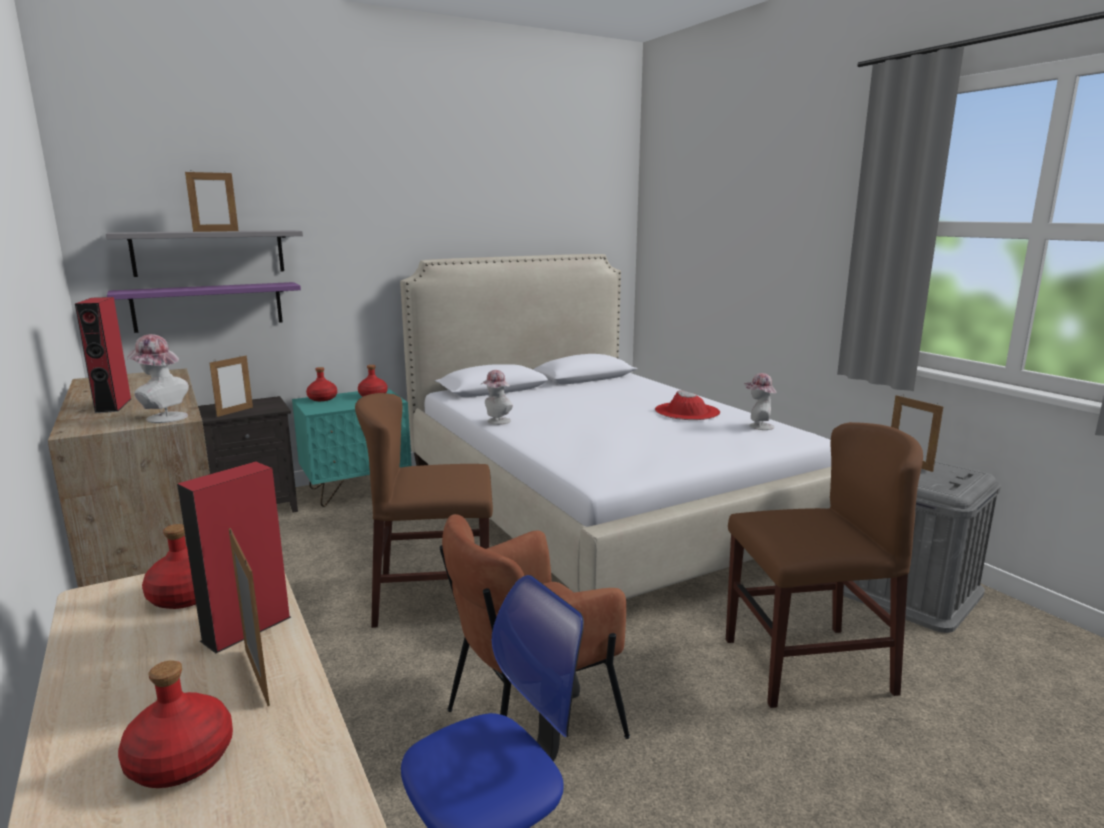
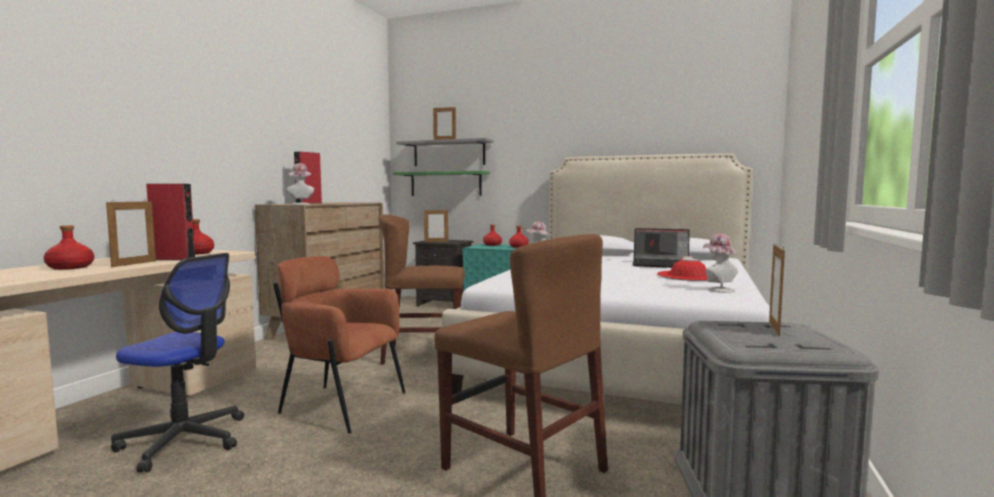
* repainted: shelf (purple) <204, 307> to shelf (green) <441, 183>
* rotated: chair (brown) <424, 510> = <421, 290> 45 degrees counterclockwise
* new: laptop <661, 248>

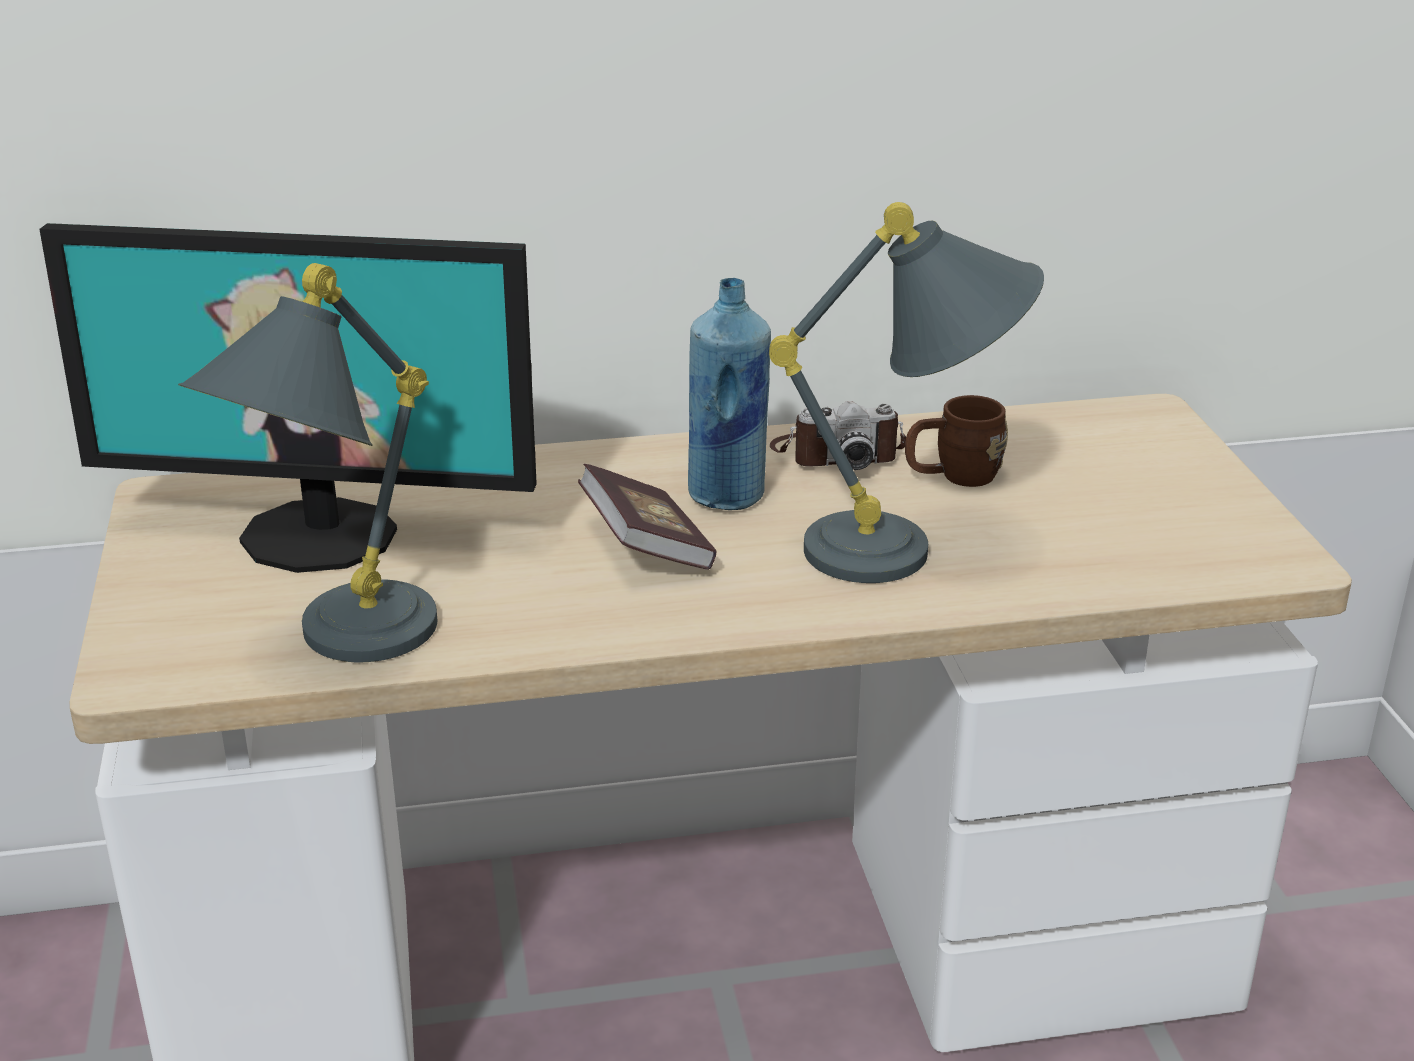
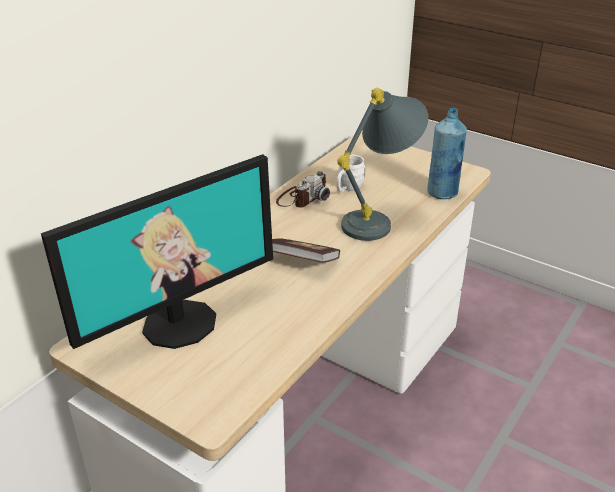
* gone: table lamp (grey) <307, 462>
* shifted: bottle (blue) <729, 394> to <447, 153>
* repainted: mug (brown) <956, 441> to mug (white) <351, 173>

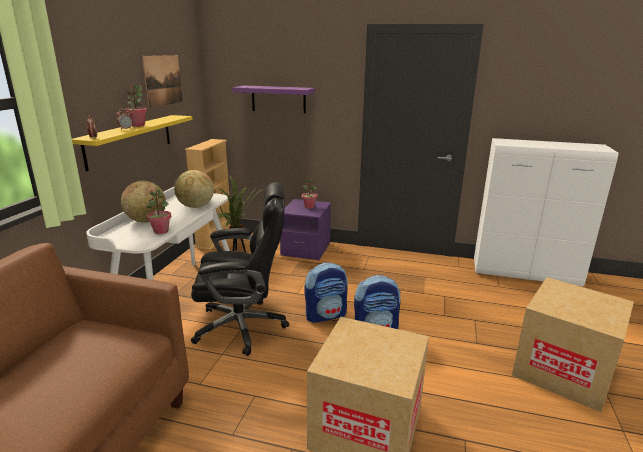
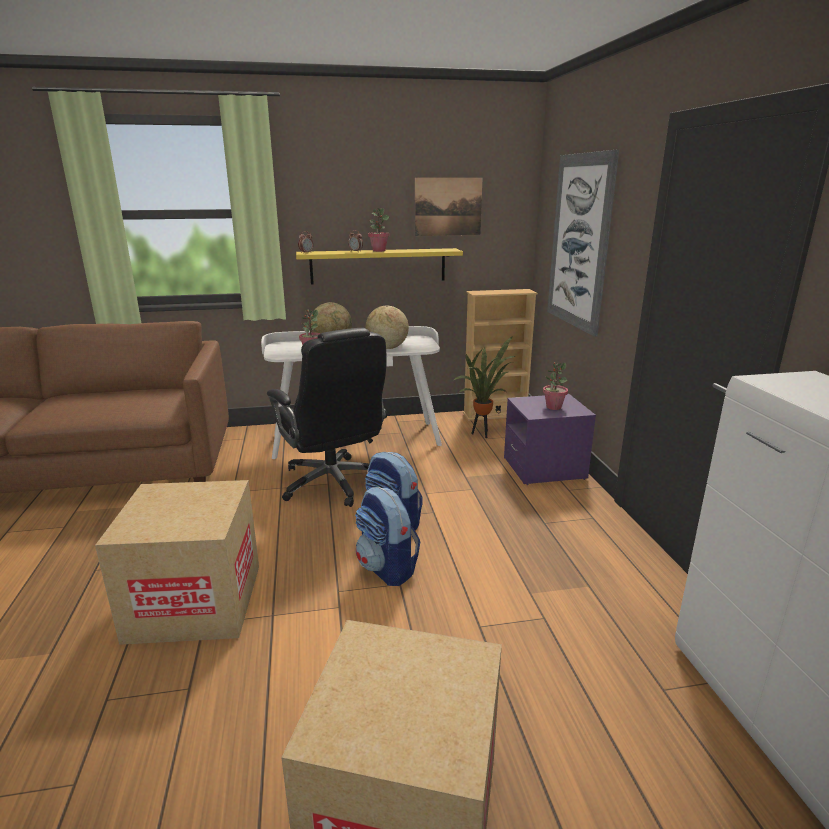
* swapped: shelf (purple) <273, 99> to picture <583, 243>

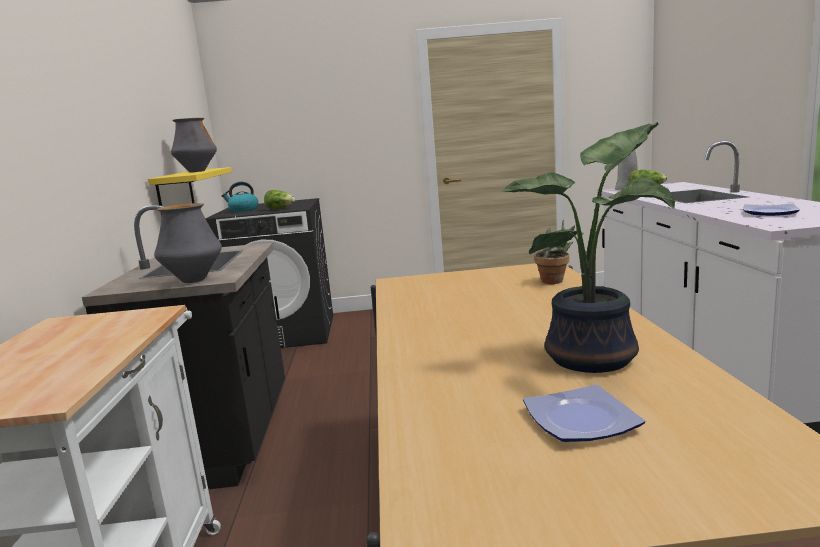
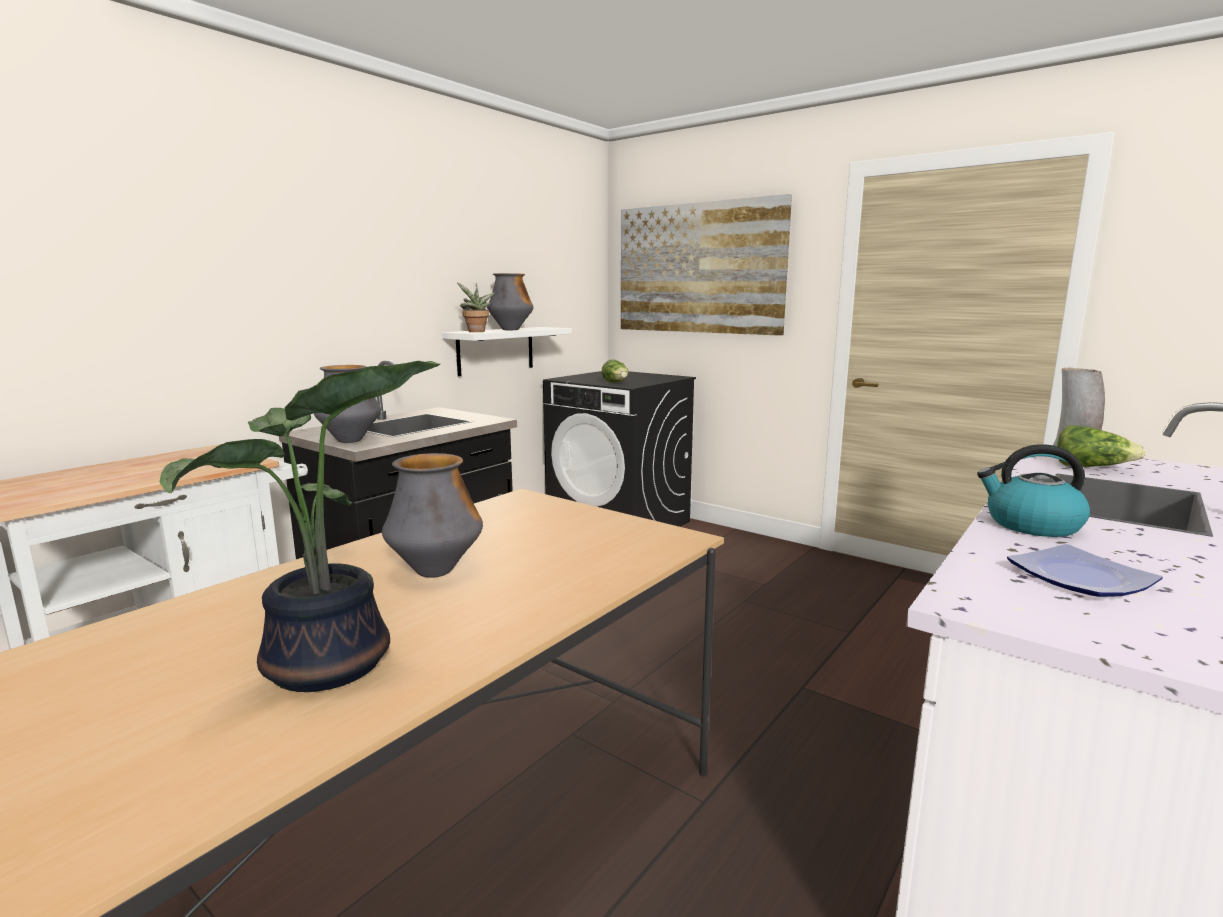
* repainted: shelf (yellow) <190, 192> to shelf (white) <507, 351>
* shifted: kettle <240, 197> to <1033, 490>
* gone: plate <584, 413>
* shifted: potted plant <555, 252> to <476, 307>
* new: vase <432, 515>
* new: picture <706, 265>

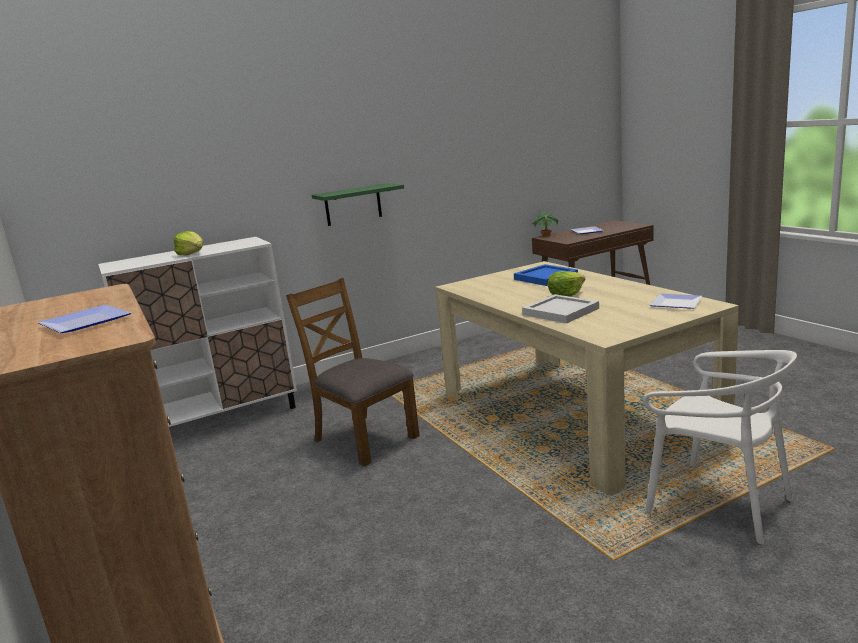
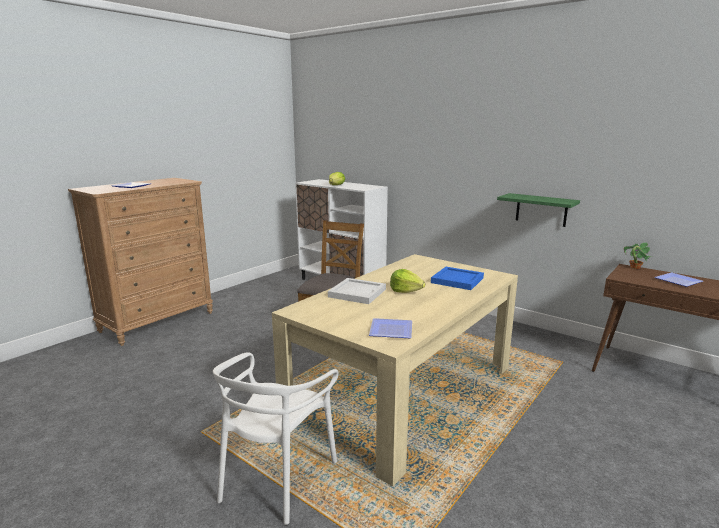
* shifted: shelf (green) <358, 204> to <538, 210>

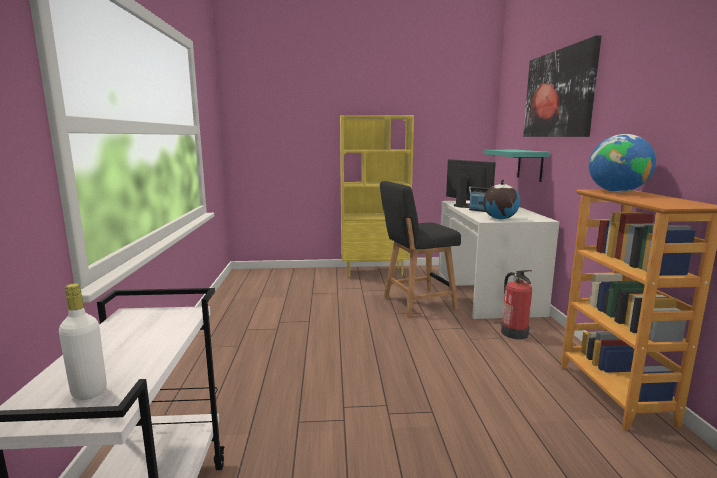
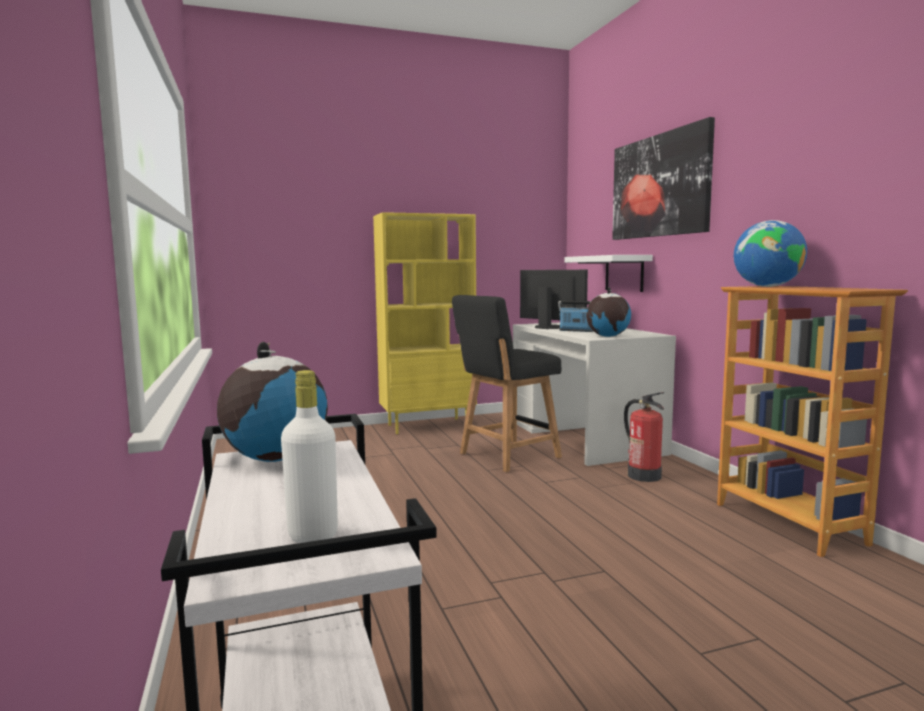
* repainted: shelf (turquoise) <517, 166> to shelf (white) <609, 273>
* new: globe <272, 402>

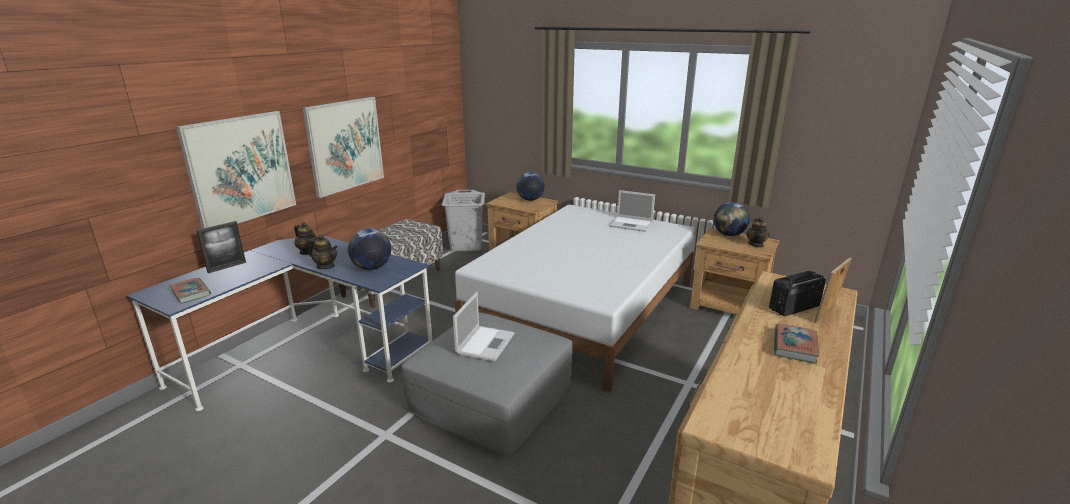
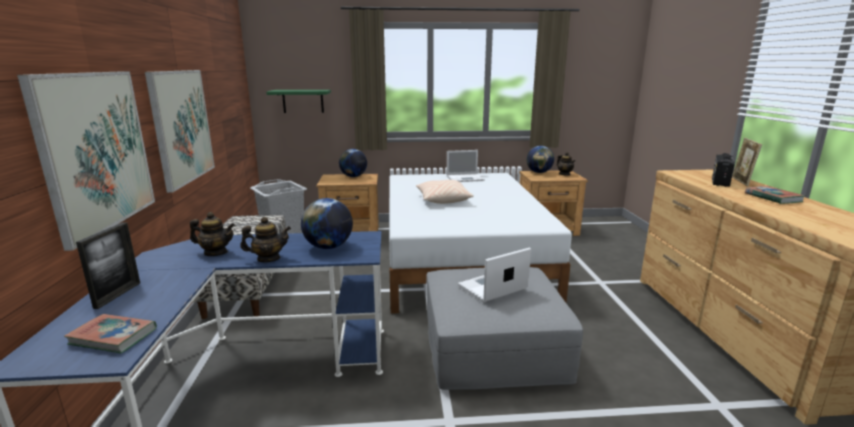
* rotated: laptop <484, 327> = <494, 275> 105 degrees counterclockwise
* new: shelf (green) <298, 101>
* new: pillow (beige) <445, 192>

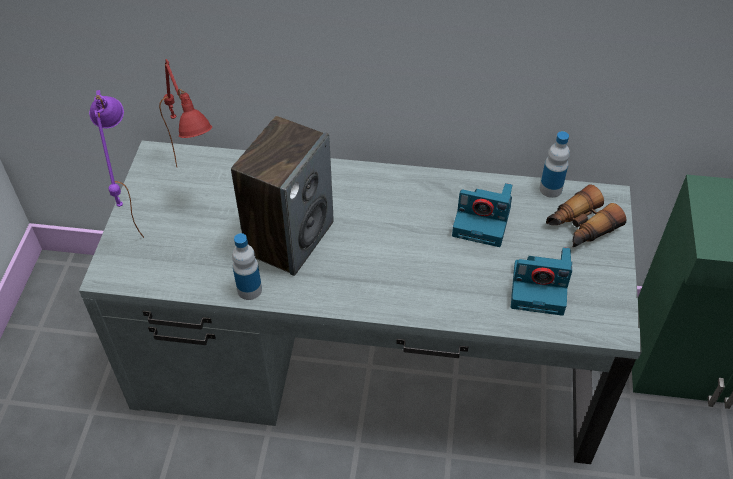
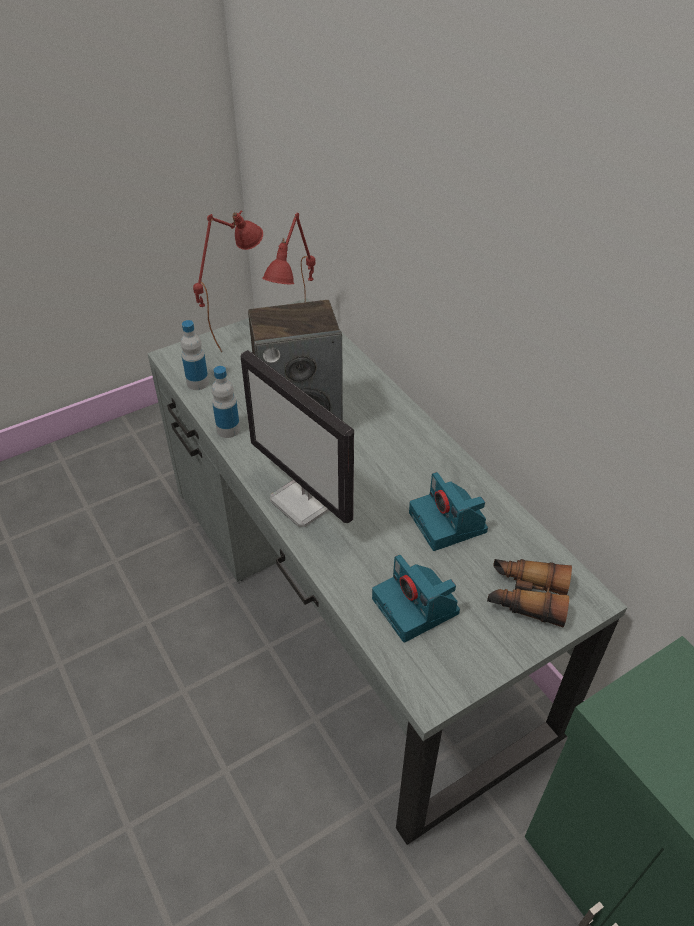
* repainted: table lamp (purple) <116, 164> to table lamp (red) <228, 281>
* shifted: bottle <555, 164> to <195, 355>
* new: monitor <297, 438>

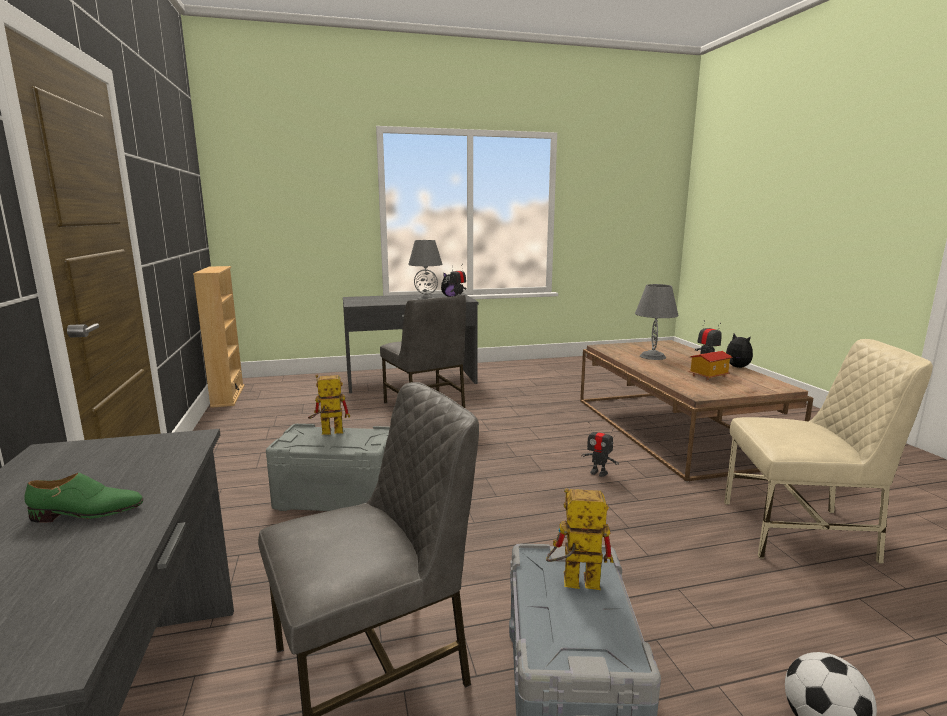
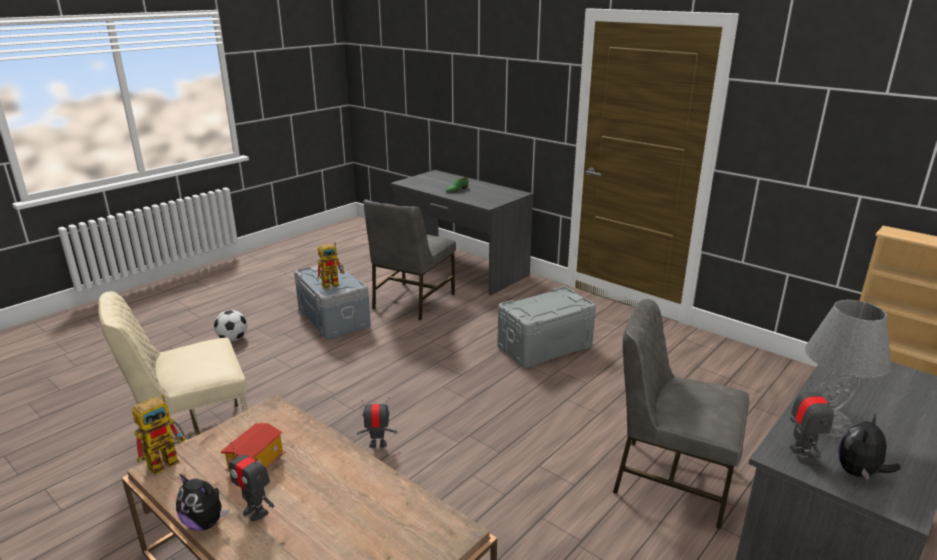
* shifted: toy robot <329, 405> to <158, 434>
* gone: table lamp (grey) <657, 322>

